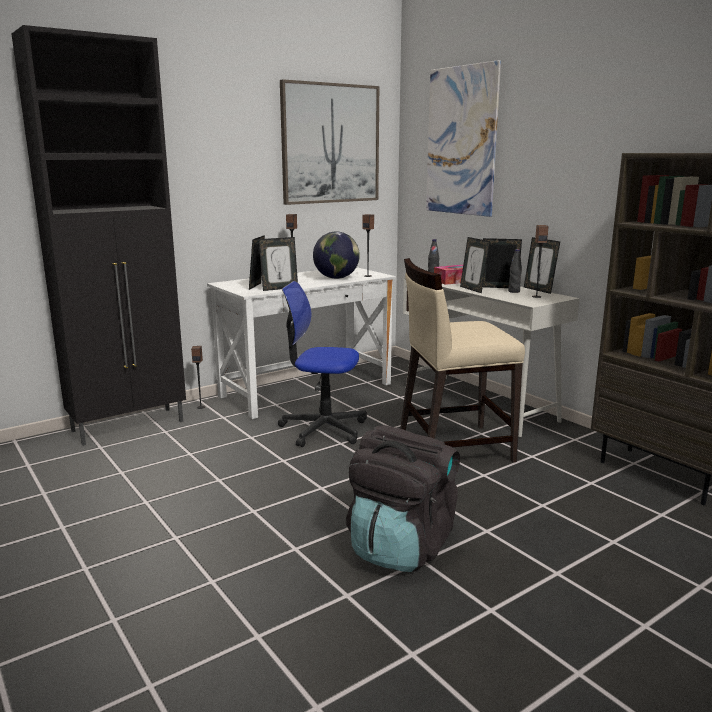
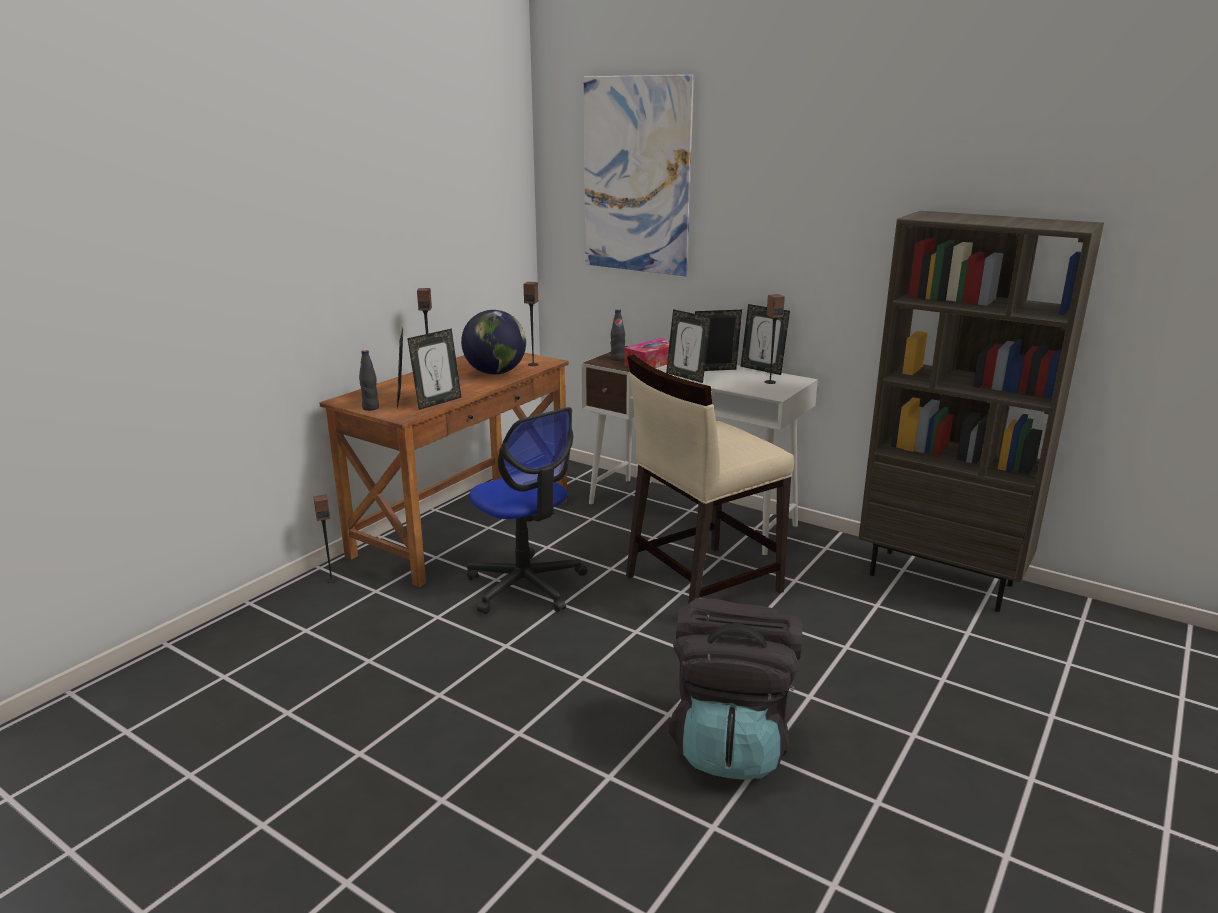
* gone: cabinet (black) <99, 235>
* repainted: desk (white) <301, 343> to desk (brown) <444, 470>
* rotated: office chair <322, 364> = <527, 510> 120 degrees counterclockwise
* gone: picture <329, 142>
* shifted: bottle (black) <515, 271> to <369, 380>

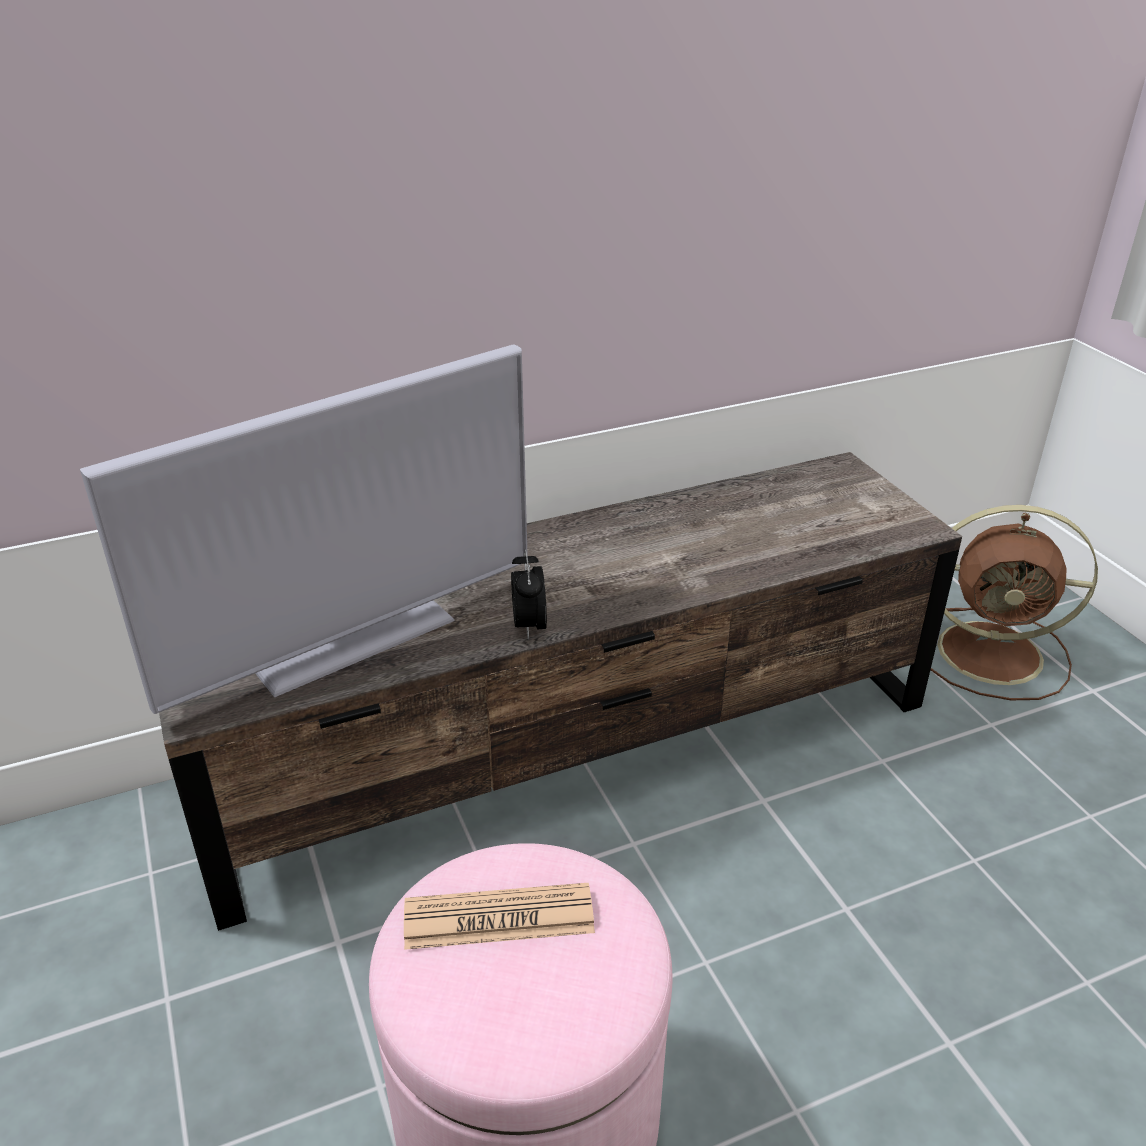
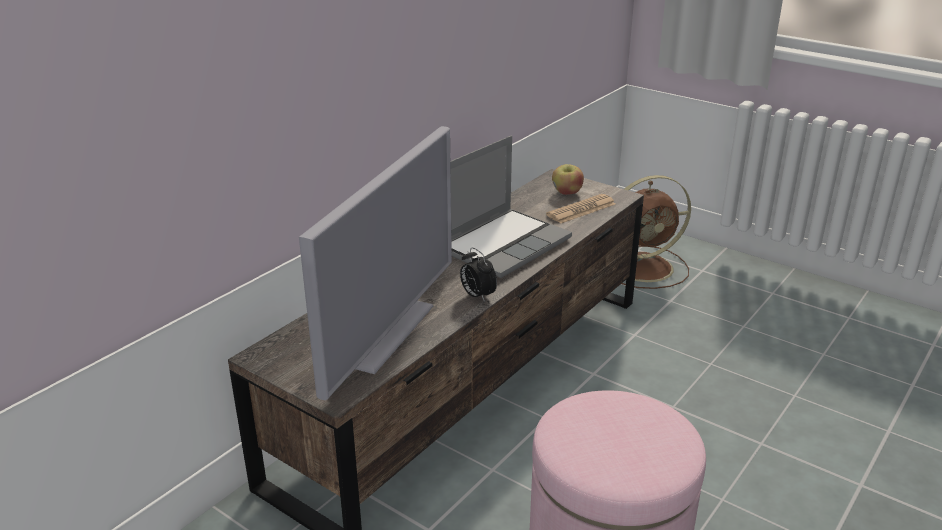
* shifted: newspaper <499, 916> to <580, 208>
* new: laptop <511, 207>
* new: apple <568, 179>

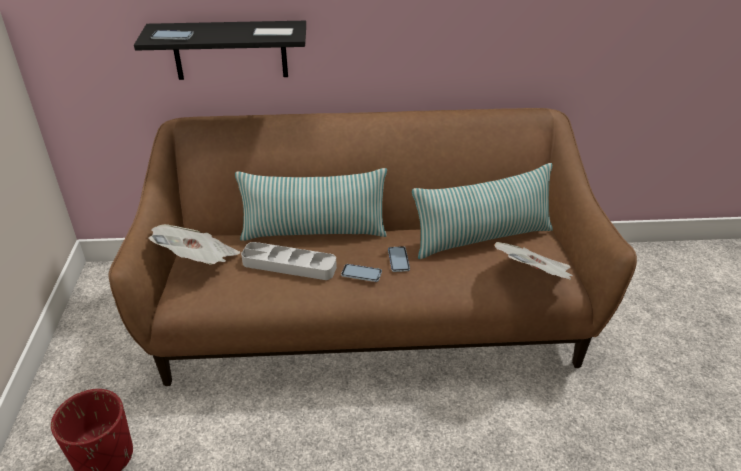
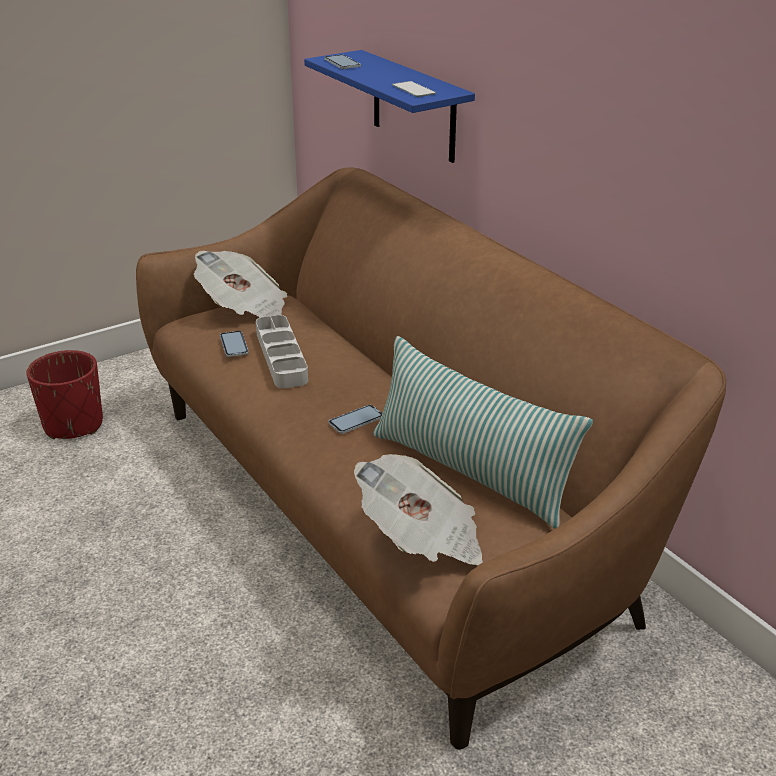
* repainted: shelf (black) <220, 50> to shelf (blue) <389, 106>
* gone: pillow <311, 204>
* shifted: phone <361, 273> to <234, 344>

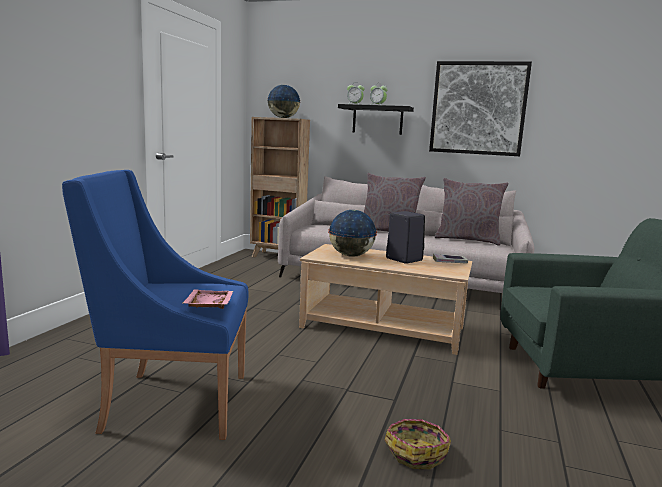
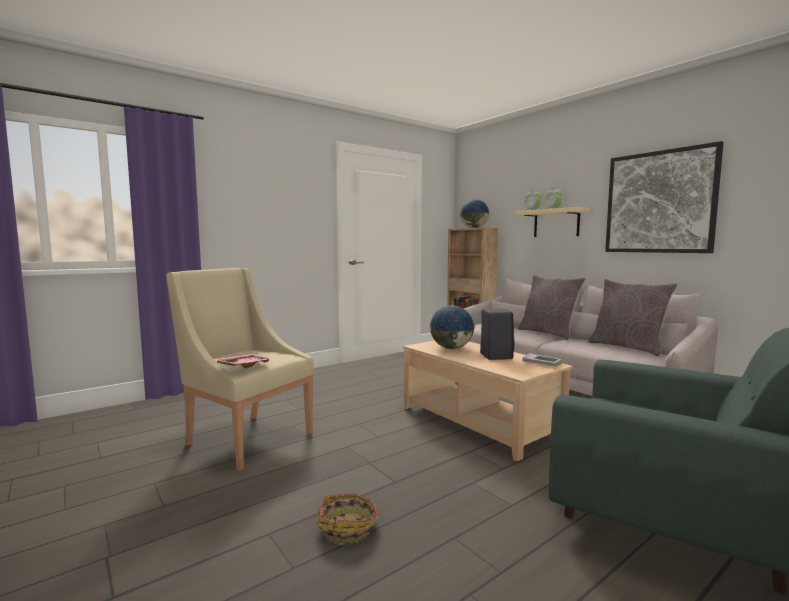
* repainted: armchair (blue) <155, 305> to armchair (beige) <240, 369>
* repainted: shelf (black) <376, 119> to shelf (beige) <552, 222>

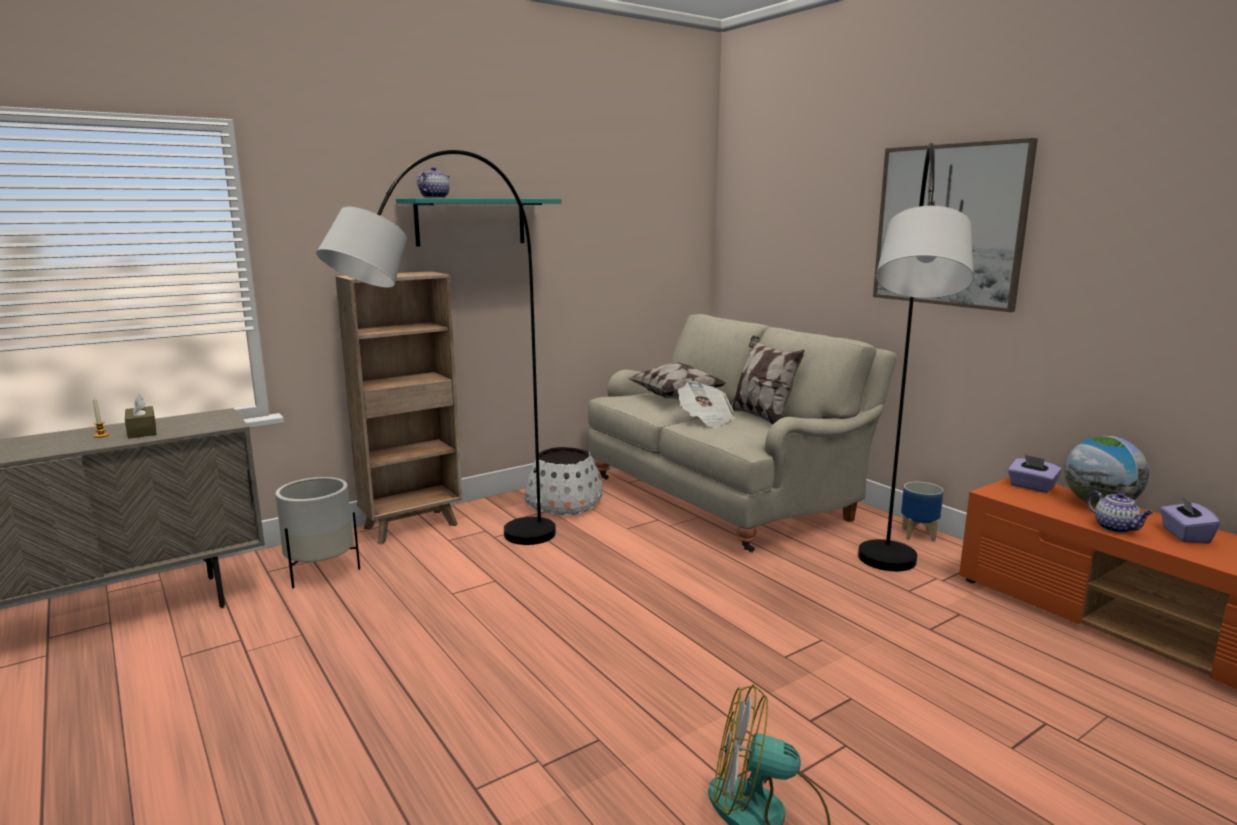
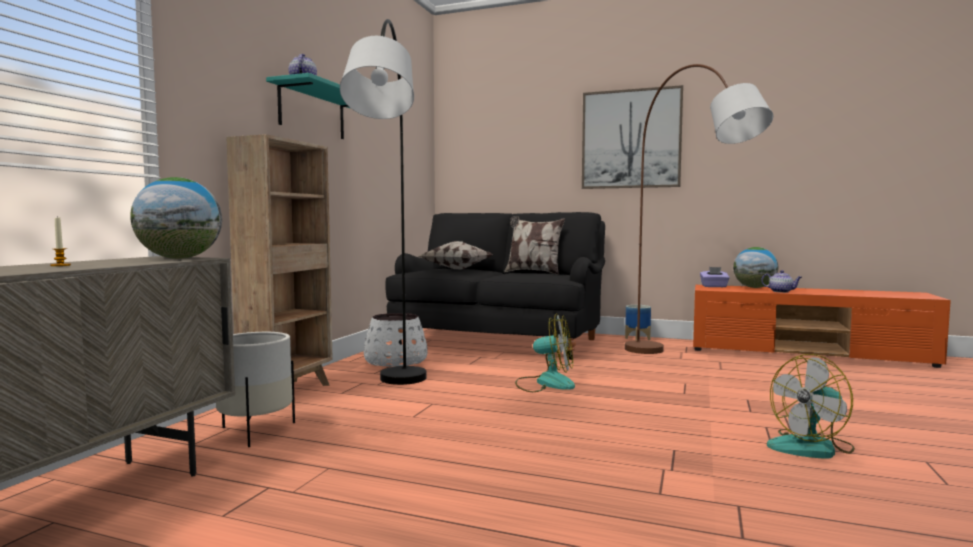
* gone: tissue box (brown) <140, 416>
* repainted: sofa (beige) <742, 433> to sofa (black) <495, 286>
* gone: newspaper <706, 404>
* repainted: floor lamp (grey) <916, 357> to floor lamp (brown) <699, 209>
* gone: tissue box (purple) <1190, 520>
* new: globe <176, 218>
* new: fan <545, 352>

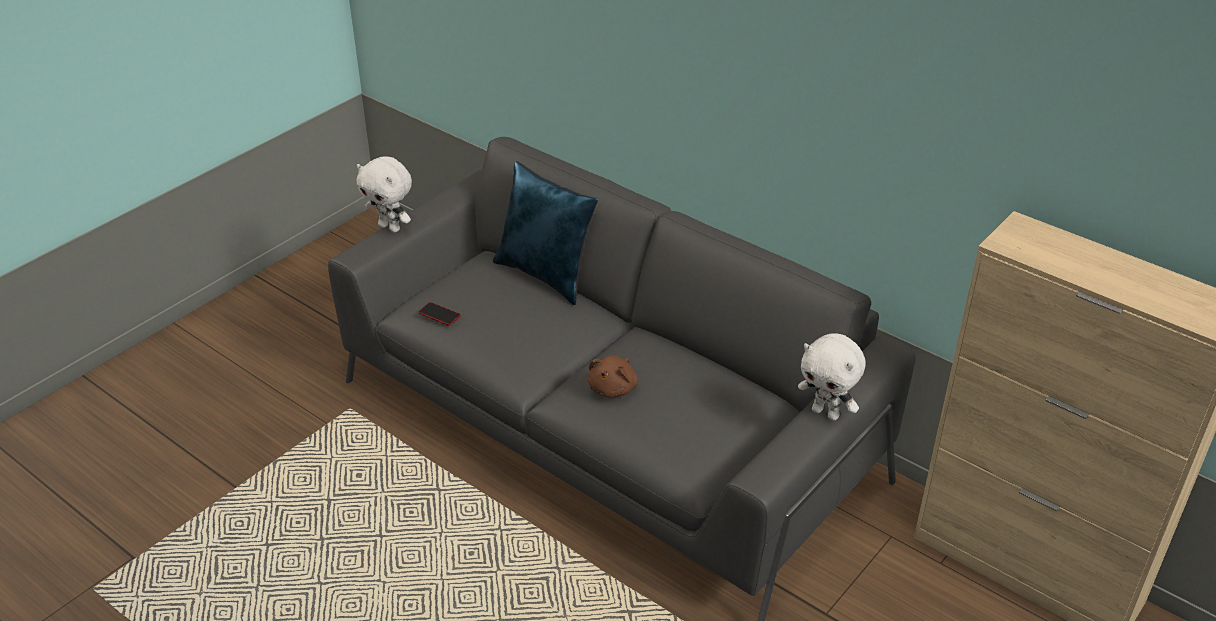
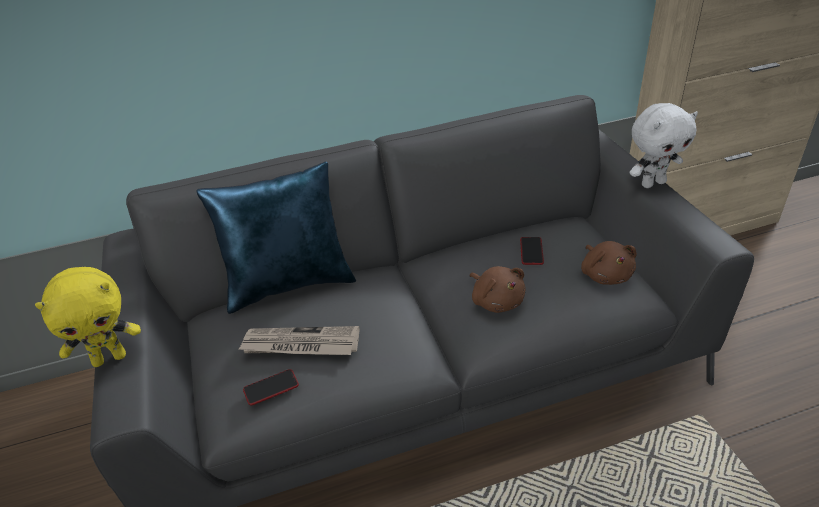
* repainted: plush toy (white) <384, 195> to plush toy (yellow) <88, 317>
* new: newspaper <299, 340>
* new: phone <532, 251>
* new: plush toy (brown) <609, 263>

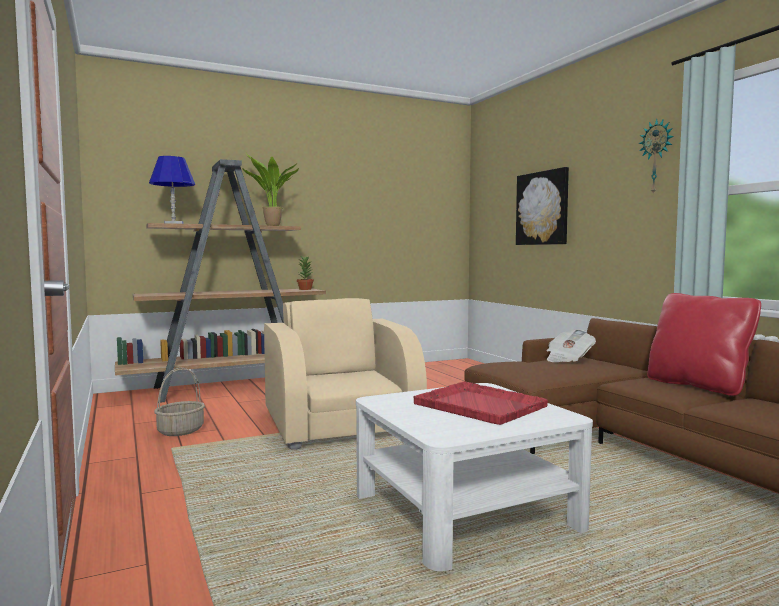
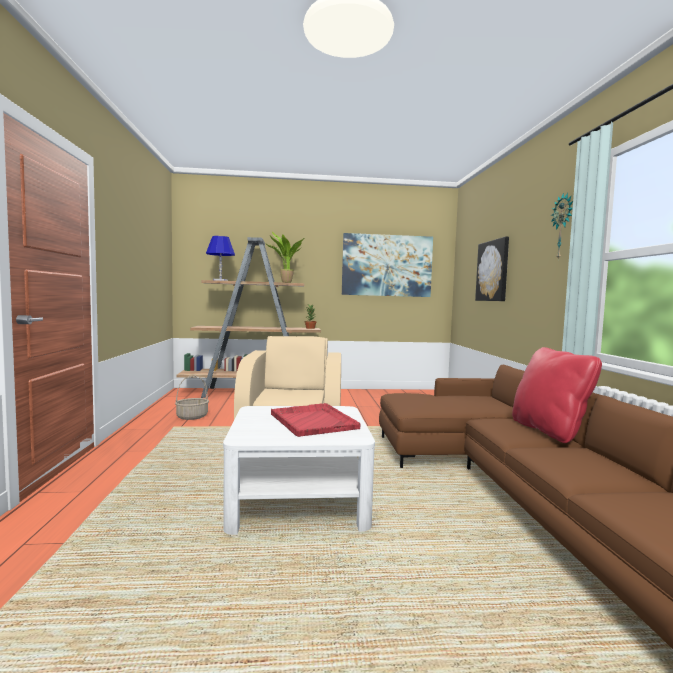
* gone: newspaper <571, 345>
* new: picture <387, 265>

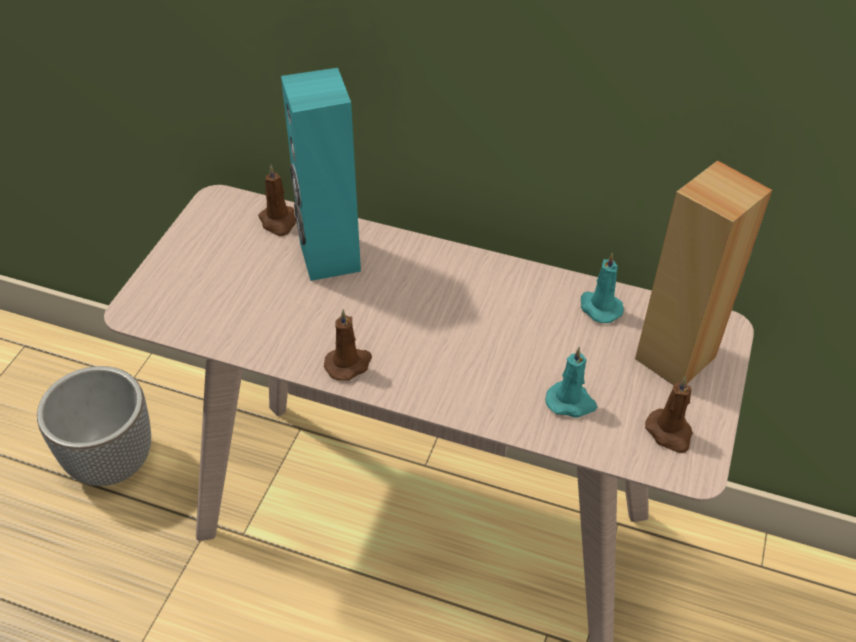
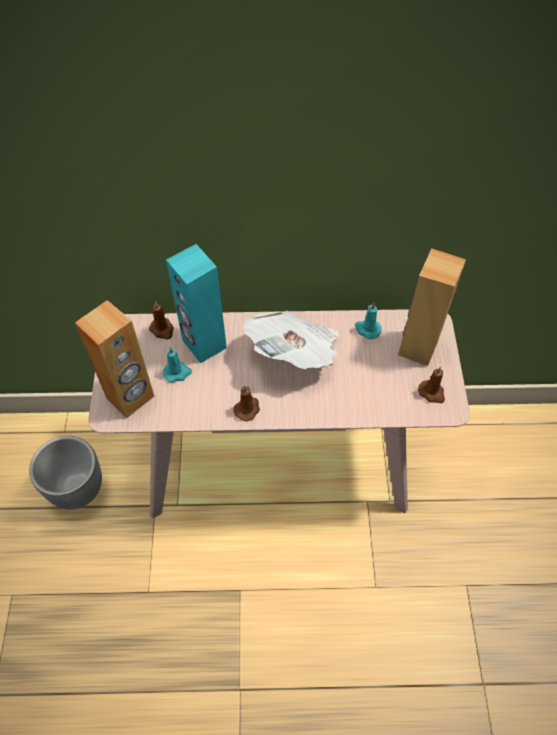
* shifted: candle (turquoise) <571, 382> to <177, 364>
* new: speaker (brown) <114, 359>
* new: newspaper <291, 340>

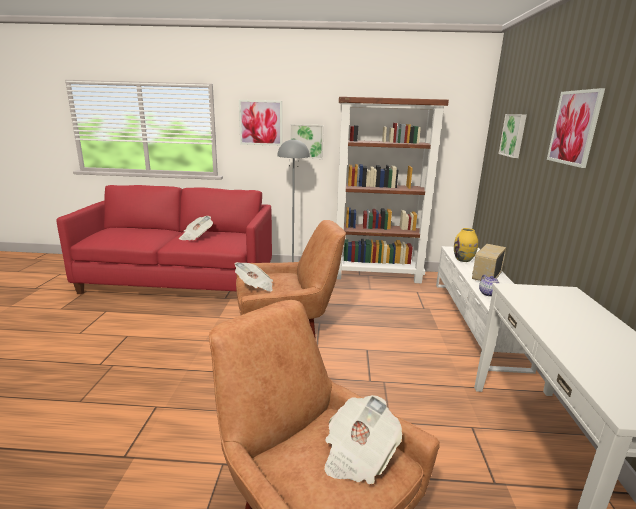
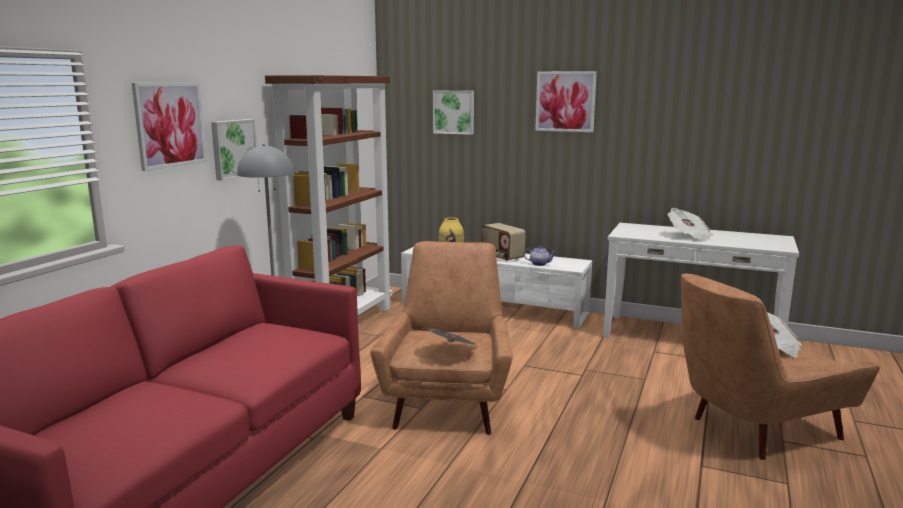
* shifted: newspaper <196, 228> to <690, 225>

